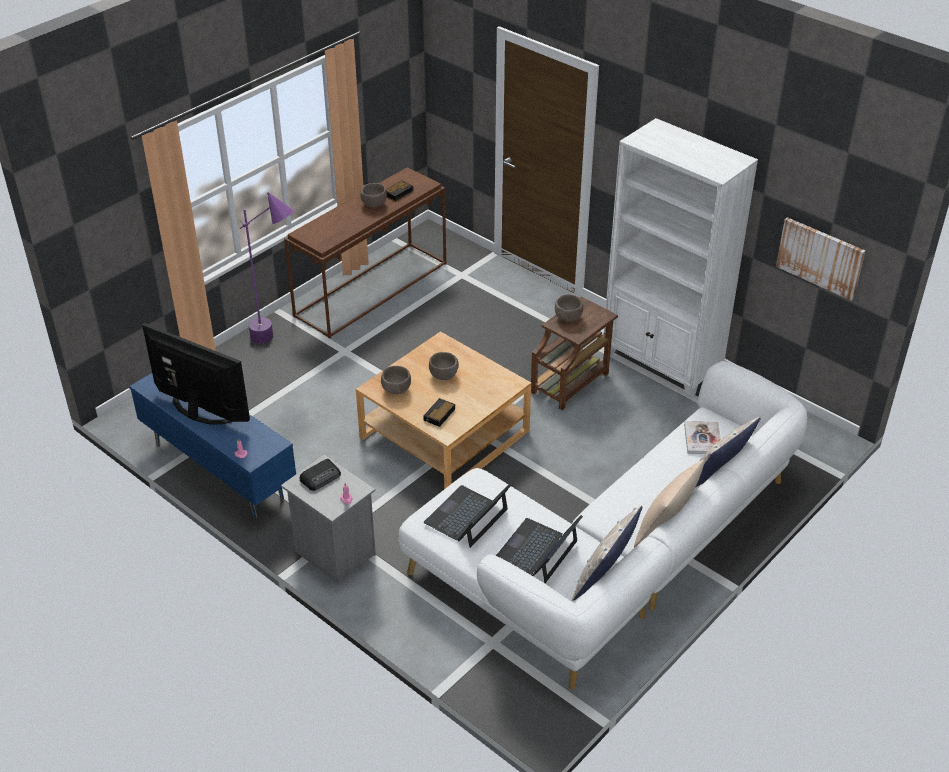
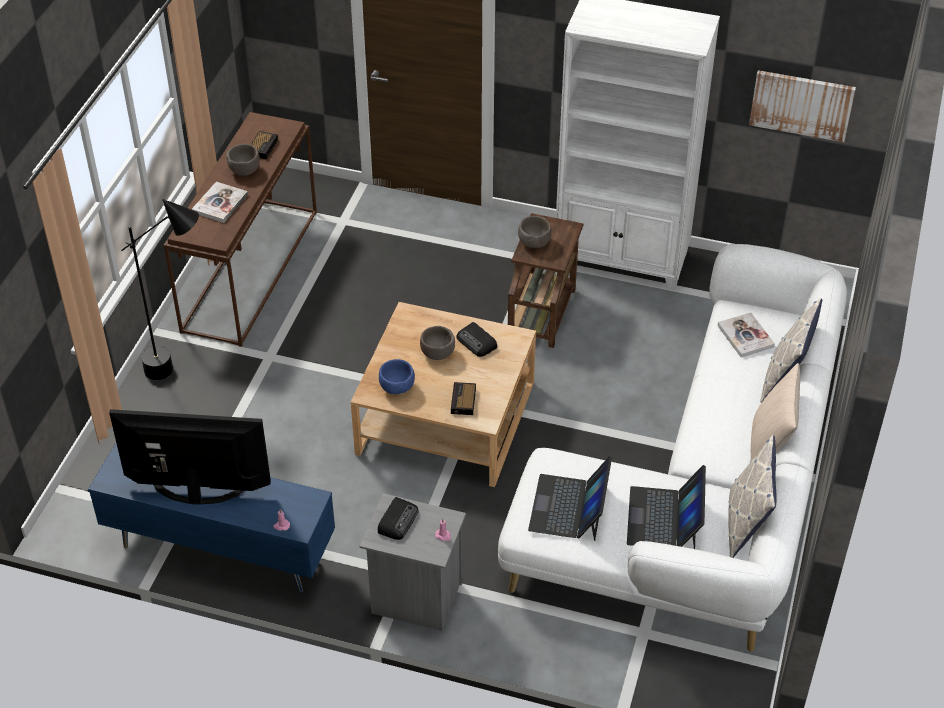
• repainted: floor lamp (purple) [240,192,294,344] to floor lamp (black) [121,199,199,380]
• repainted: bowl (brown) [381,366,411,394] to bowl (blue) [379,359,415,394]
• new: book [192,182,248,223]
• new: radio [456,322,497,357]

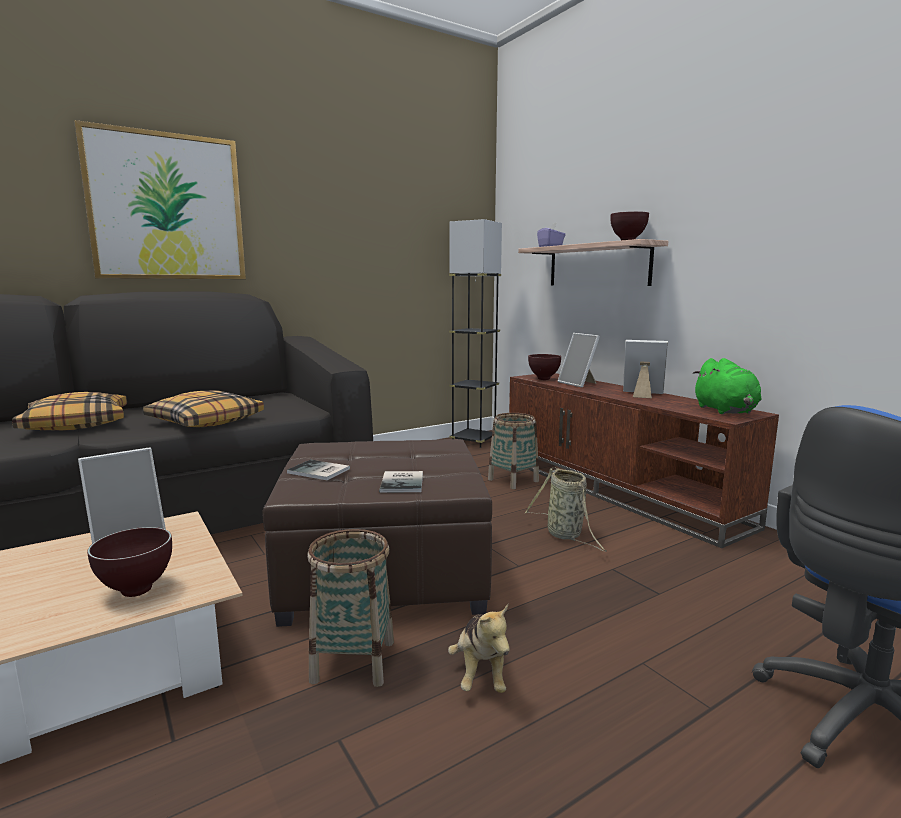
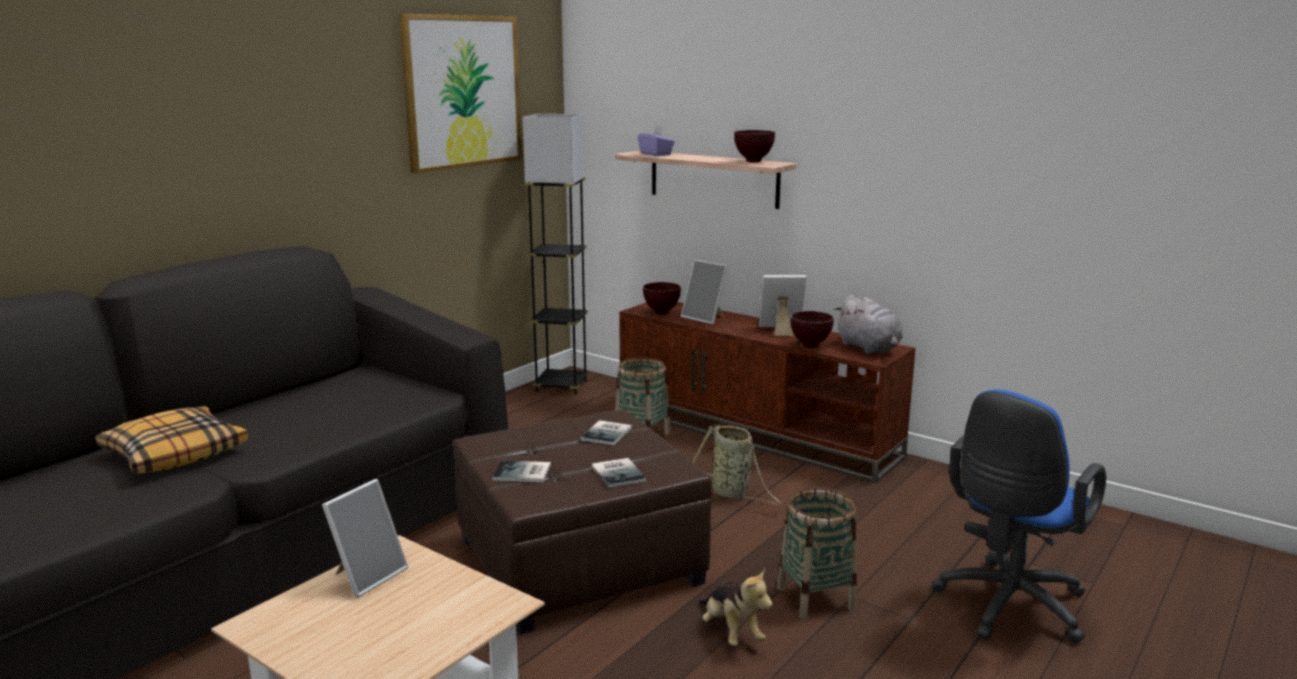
• shifted: picture [74,120,246,279] to [399,14,522,174]
• repainted: plush toy (green) [693,358,762,414] to plush toy (grey) [834,295,903,354]
• gone: pillow [143,390,264,428]
• shifted: bowl (brown) [87,527,172,597] to [790,311,834,348]
• shifted: basket [307,529,394,687] to [777,487,857,619]
• new: book [580,420,632,445]

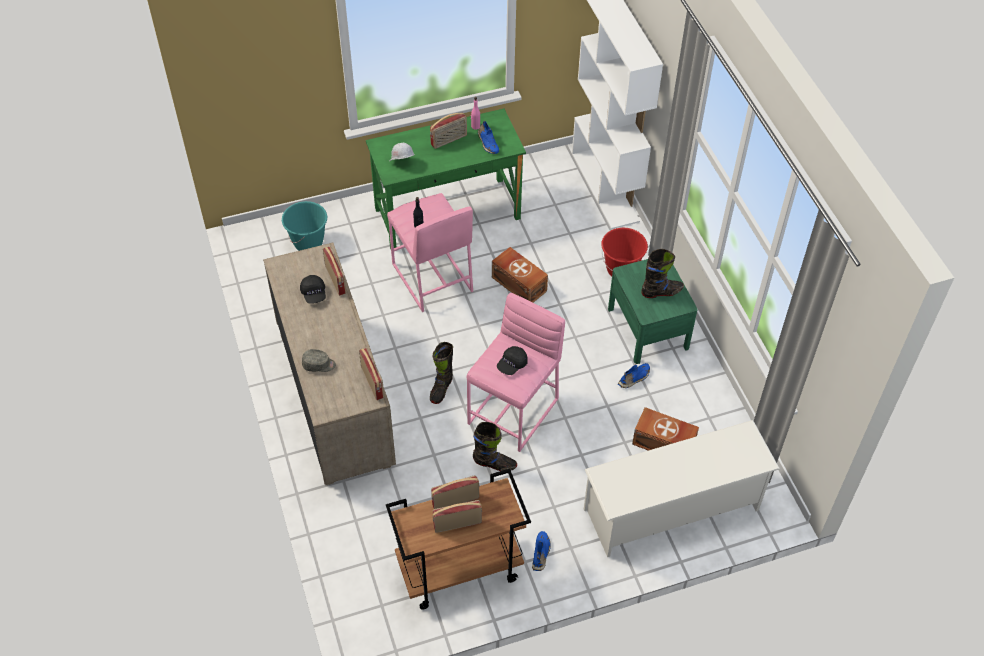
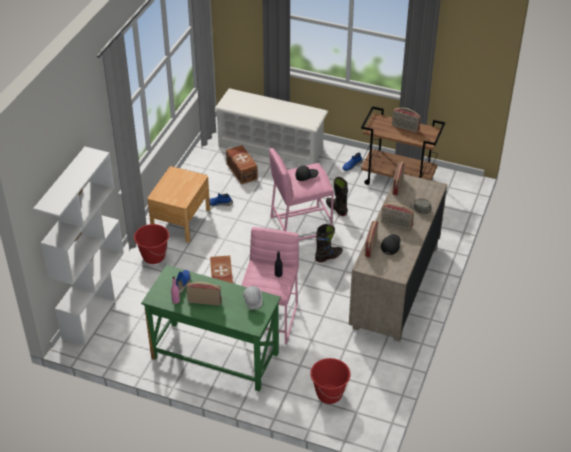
• repainted: bucket (turquoise) [282,201,327,251] to bucket (red) [310,358,351,404]
• gone: boot (black) [641,249,684,298]
• repainted: nightstand (green) [608,259,698,364] to nightstand (brown) [147,166,210,242]
• shifted: radio [431,475,480,509] to [381,203,414,230]

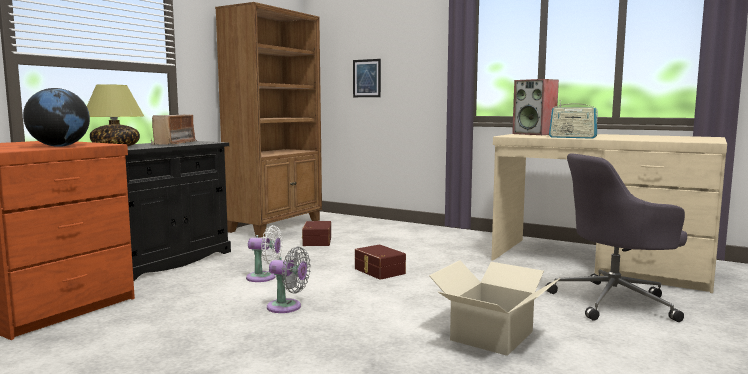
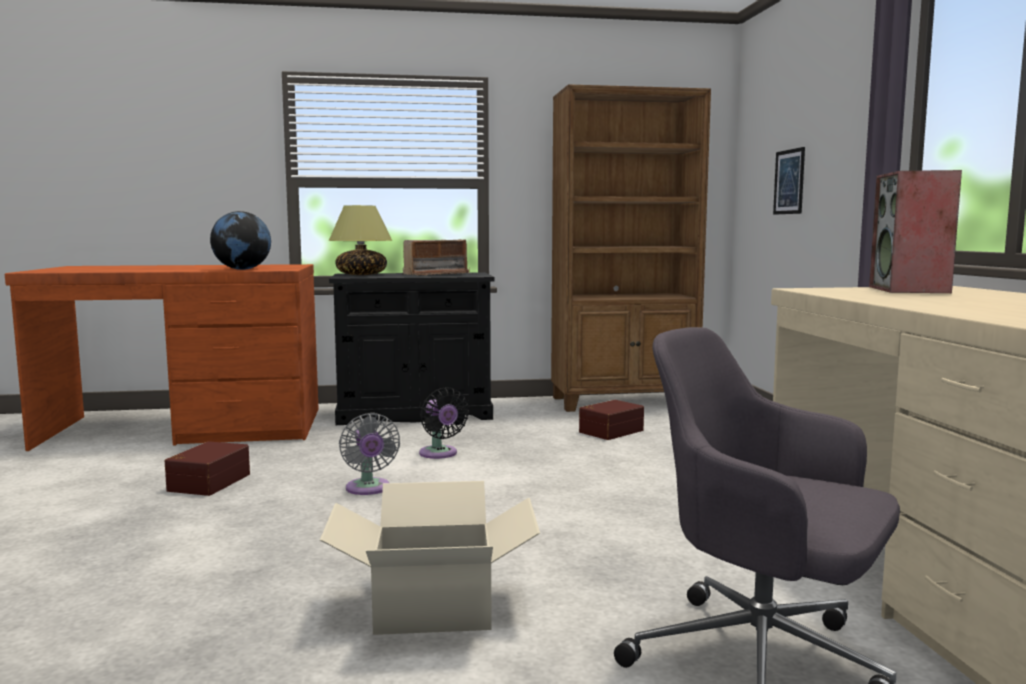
• gone: radio [549,100,598,139]
• repainted: fan (white) [246,225,283,282] to fan (black) [419,387,469,459]
• shifted: storage box (brown) [355,244,406,280] to [165,441,250,496]

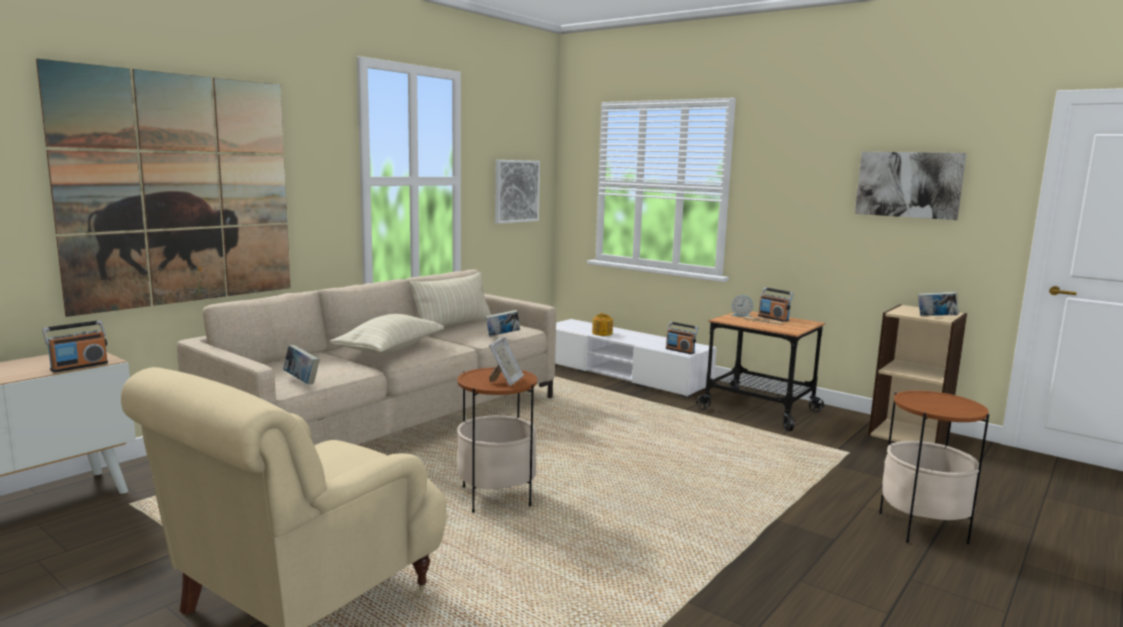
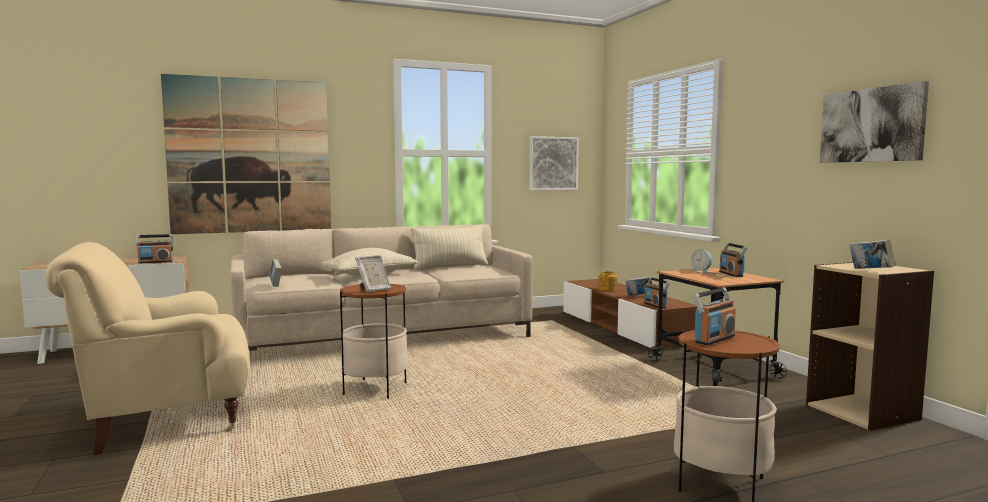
• shifted: book [485,310,520,336] to [625,276,652,296]
• repainted: tv stand (white) [555,319,717,398] to tv stand (brown) [563,279,697,350]
• new: radio [692,287,736,345]

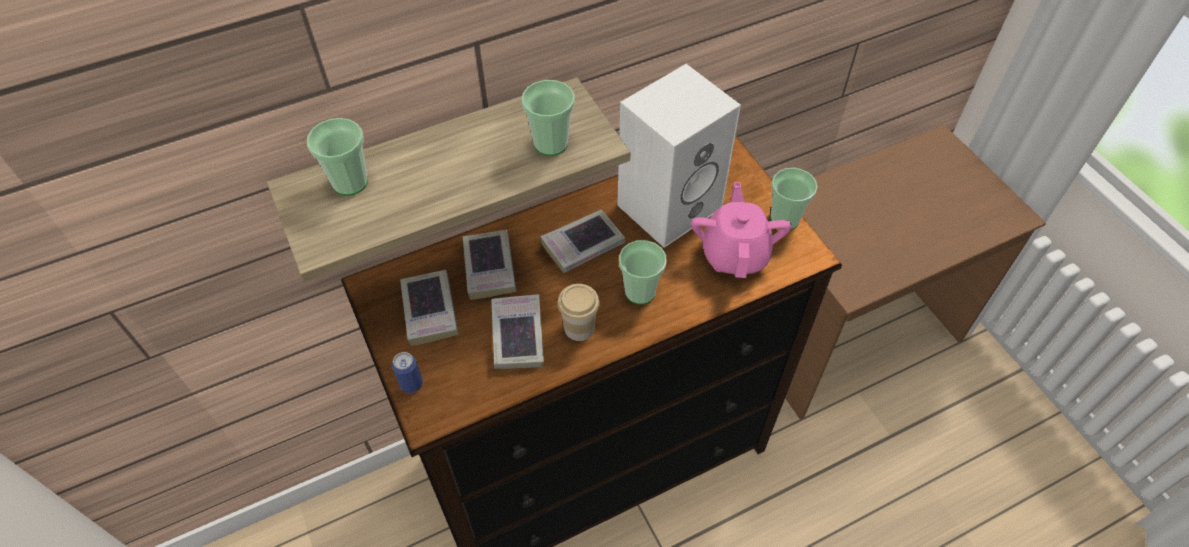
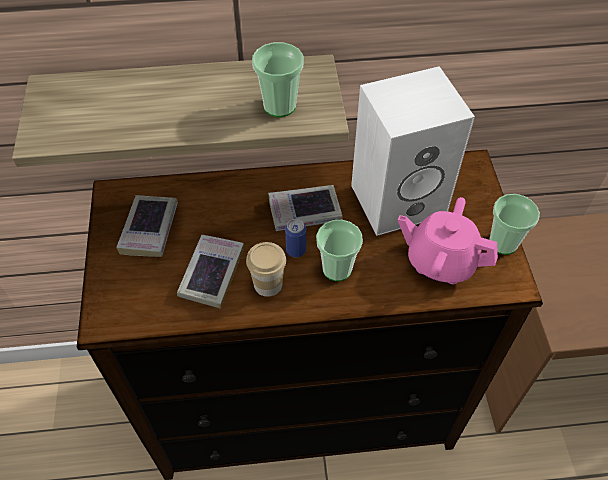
• gone: cup [307,118,368,196]
• rotated: teapot (pink) [691,182,792,278] = [398,197,498,284] 90 degrees counterclockwise
• gone: book [463,230,516,300]
• shifted: can [392,352,423,393] to [285,219,306,257]

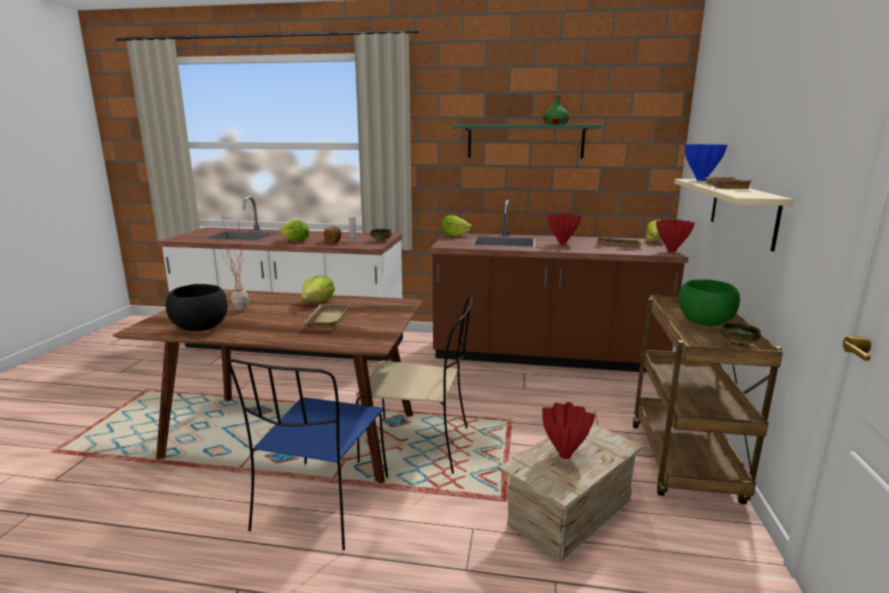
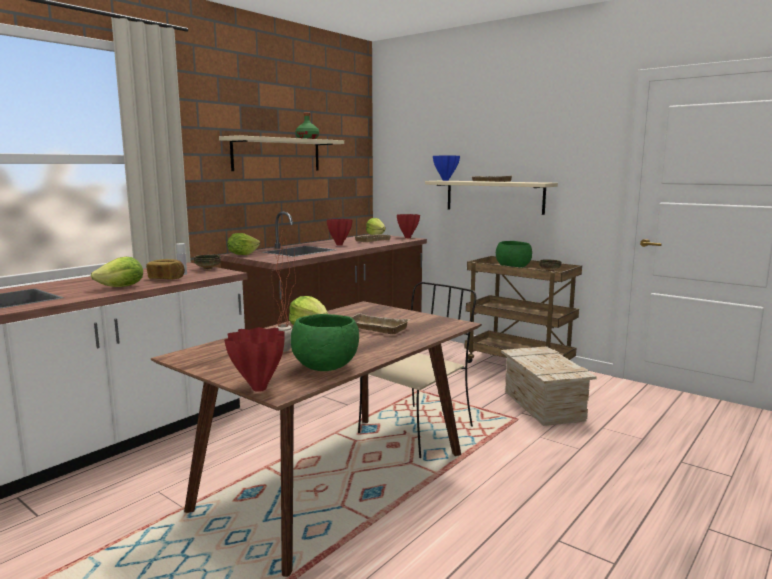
• repainted: shelf (green) [453,124,602,159] to shelf (beige) [219,135,344,171]
• repainted: bowl (black) [166,284,228,331] to bowl (green) [291,314,359,371]
• gone: chair (blue) [228,359,388,550]
• shifted: vase (red) [542,402,595,459] to [224,327,285,392]

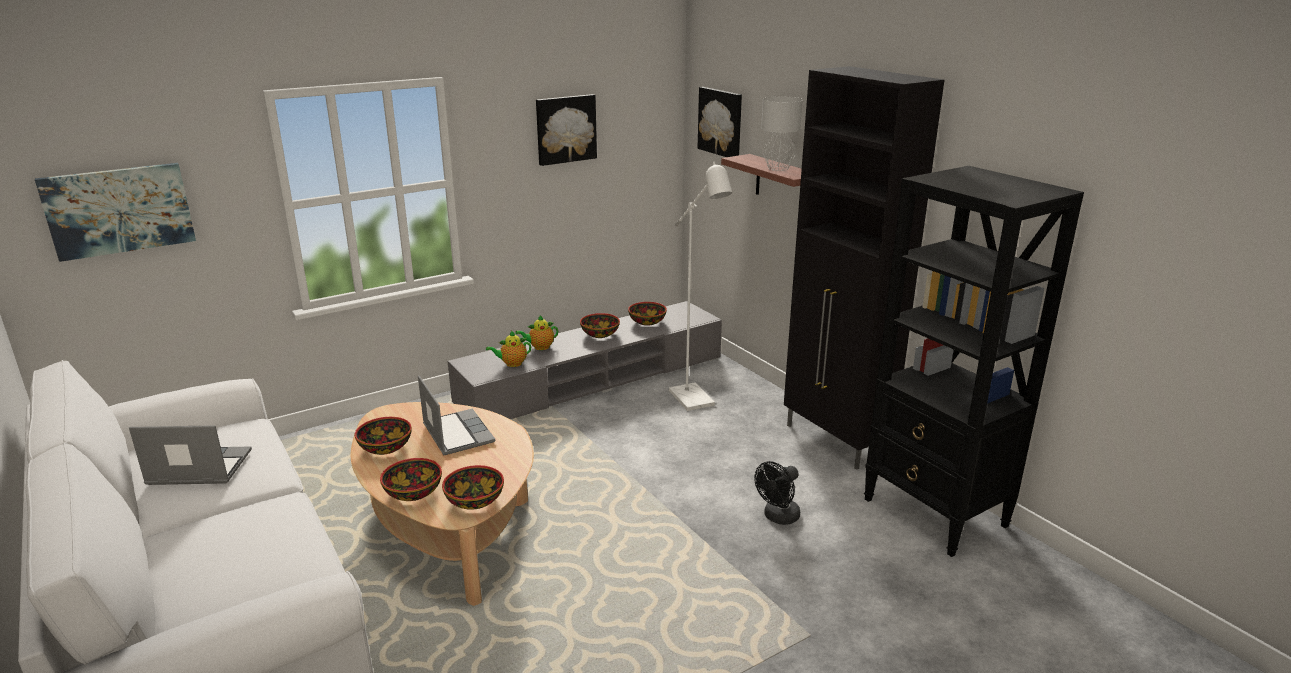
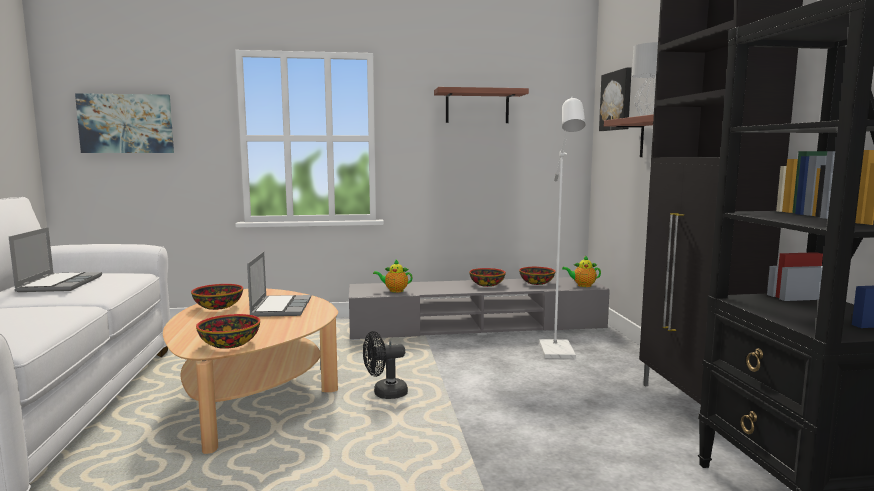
• swapped: picture [536,94,597,166] to shelf [434,87,529,123]
• shifted: teapot [515,315,558,350] to [562,255,601,287]
• rotated: laptop [129,425,252,485] = [9,227,102,292] 60 degrees clockwise
• gone: bowl [380,458,442,501]
• shifted: fan (black) [754,461,800,525] to [363,331,408,399]

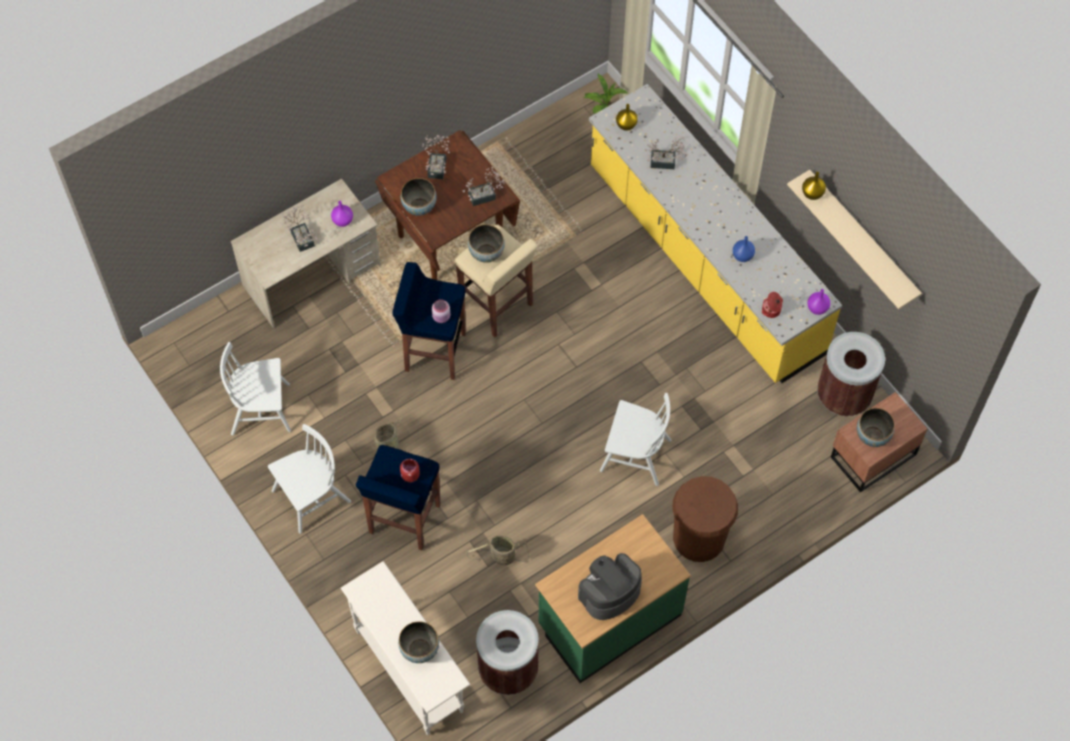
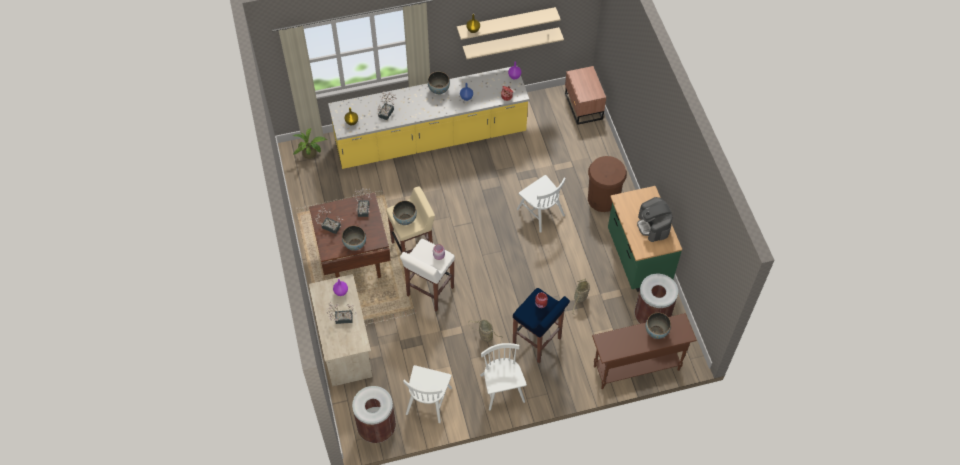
• repainted: stool (blue) [392,262,466,380] to stool (white) [400,239,455,312]
• shifted: trash can (brown) [817,332,885,416] to [352,386,396,443]
• rotated: chair (white) [600,393,671,486] = [517,175,565,233] 105 degrees clockwise
• shifted: bowl [857,408,895,447] to [428,72,450,95]
• repainted: console table (white) [341,561,471,735] to console table (brown) [592,313,697,389]
• new: shelf (beige) [463,27,564,59]

